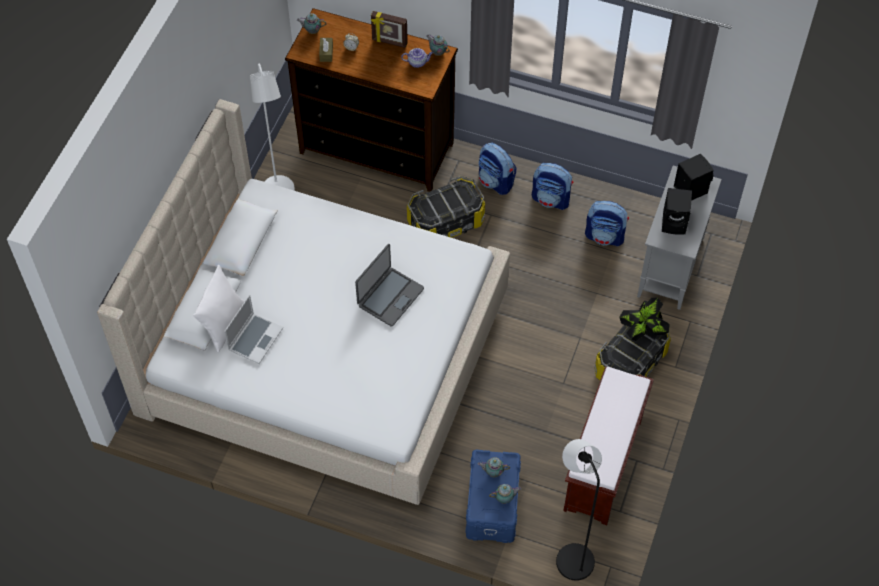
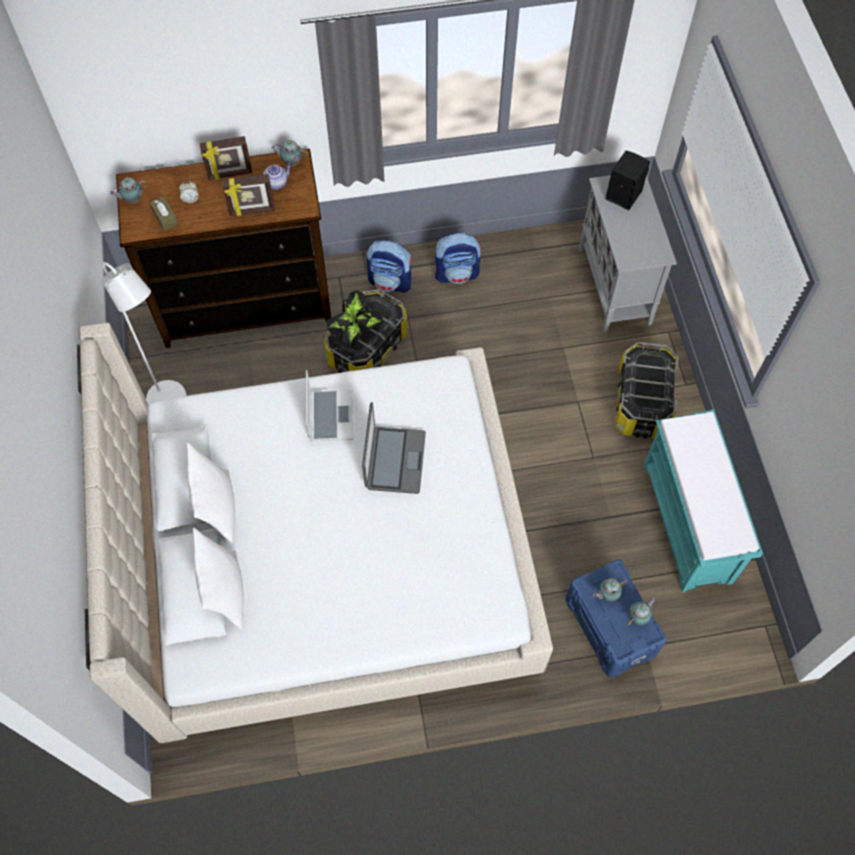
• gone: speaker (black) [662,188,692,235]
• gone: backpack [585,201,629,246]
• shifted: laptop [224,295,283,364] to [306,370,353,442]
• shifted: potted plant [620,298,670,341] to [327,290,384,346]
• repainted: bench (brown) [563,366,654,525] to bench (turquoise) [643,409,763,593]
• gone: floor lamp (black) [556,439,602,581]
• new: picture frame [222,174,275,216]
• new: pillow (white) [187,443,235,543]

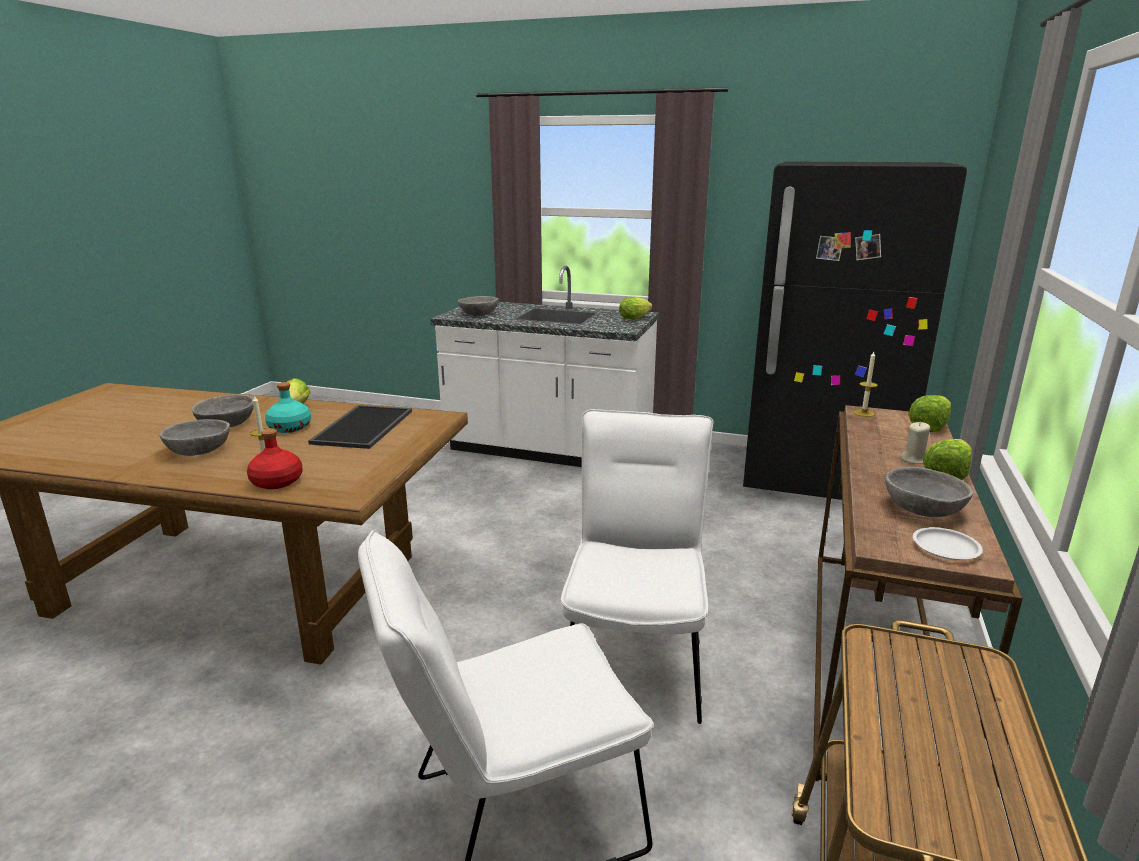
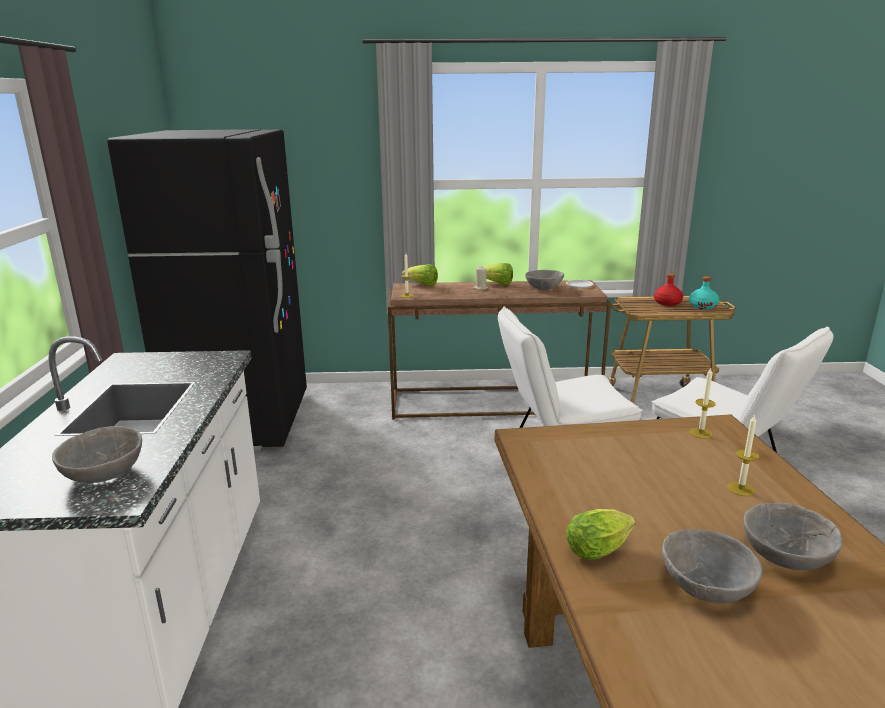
• gone: lettuce [619,297,652,319]
• shifted: bottle (turquoise) [265,382,311,433] to [689,276,719,309]
• gone: tray [308,405,412,449]
• shifted: bottle (red) [247,428,303,489] to [654,273,683,306]
• new: candle [689,368,716,439]

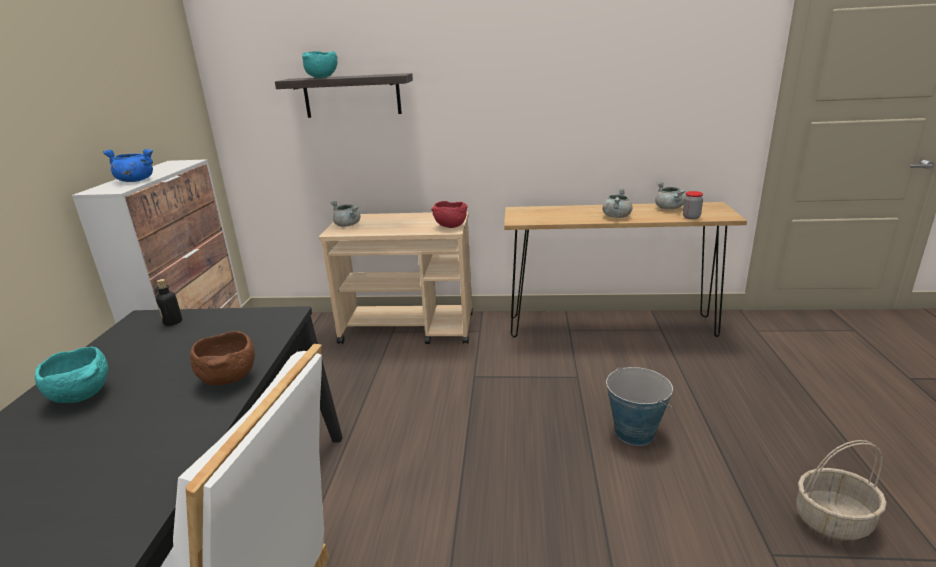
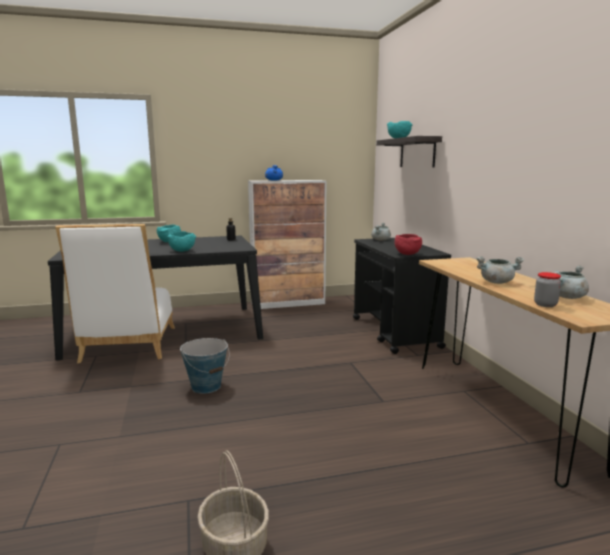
• repainted: cart (beige) [319,212,473,344] to cart (black) [353,238,451,354]
• repainted: bowl (brown) [190,331,255,386] to bowl (turquoise) [167,231,196,252]
• shifted: bucket [606,367,673,446] to [180,338,230,394]

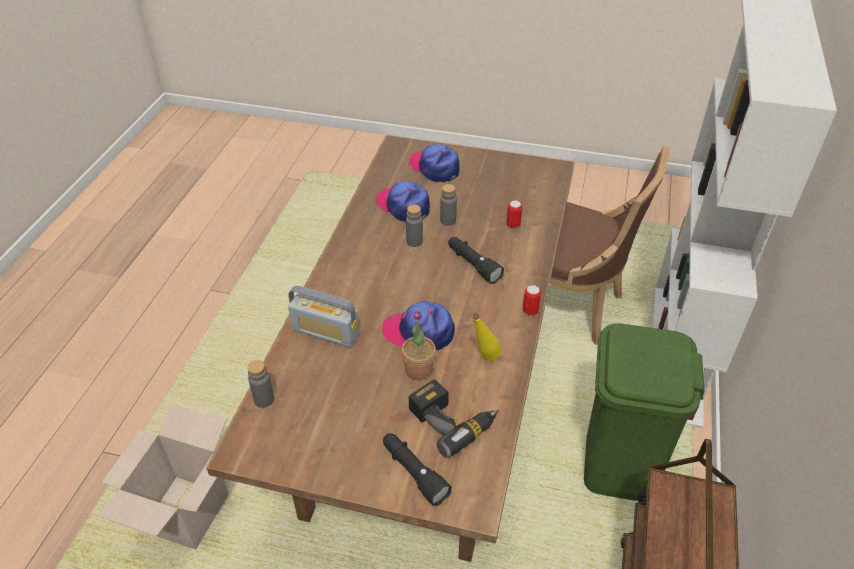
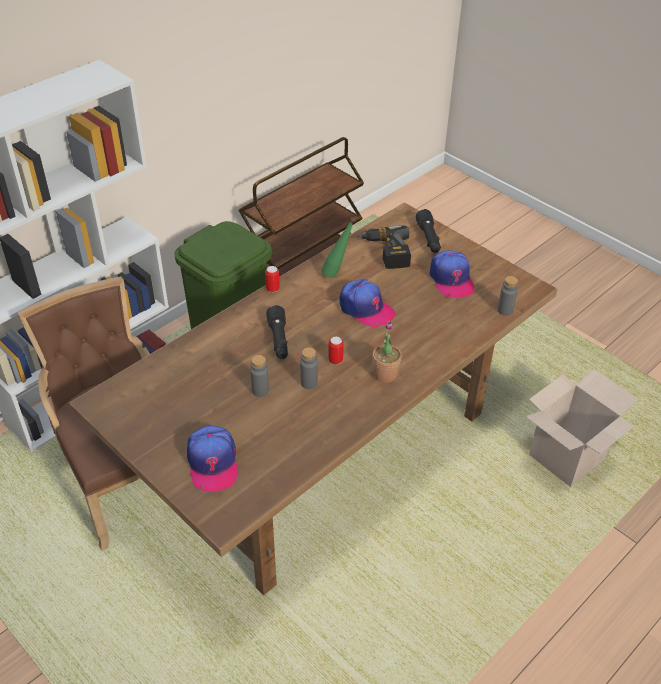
• shifted: cap [376,181,430,222] to [429,250,474,298]
• shifted: can [506,201,522,228] to [328,337,344,364]
• gone: radio [288,285,359,348]
• shifted: potted plant [402,310,436,380] to [372,321,402,383]
• repainted: bottle (yellow) [472,313,501,361] to bottle (green) [321,218,355,278]

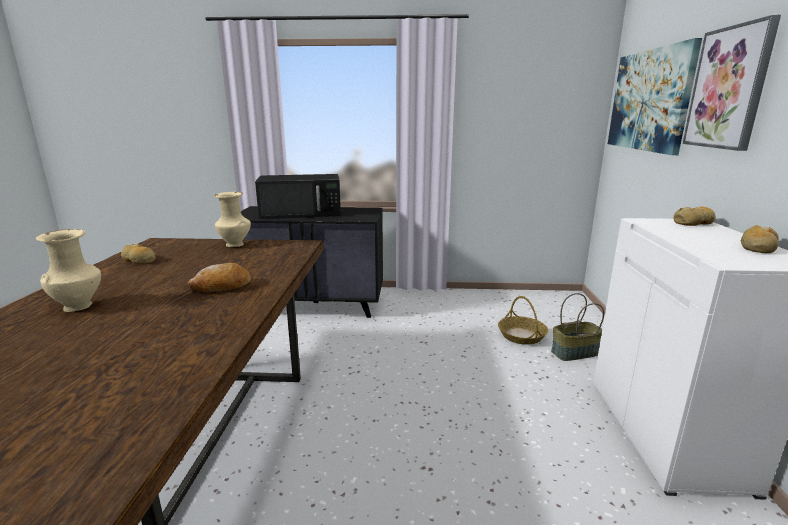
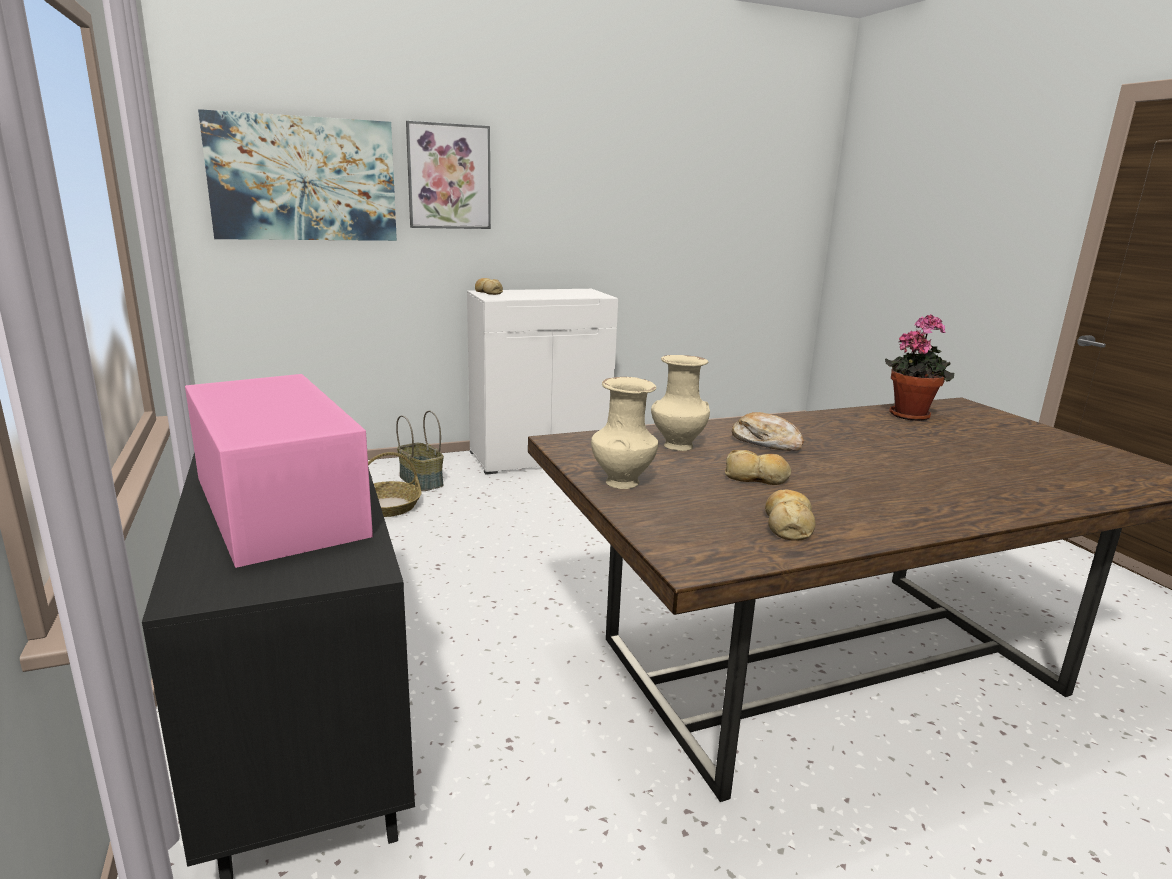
• repainted: microwave (black) [255,174,341,219] to microwave (pink) [185,374,373,568]
• shifted: bread [741,225,779,253] to [725,450,791,485]
• shifted: vase (beige) [36,229,101,312] to [651,355,710,451]
• new: potted plant [885,314,954,421]

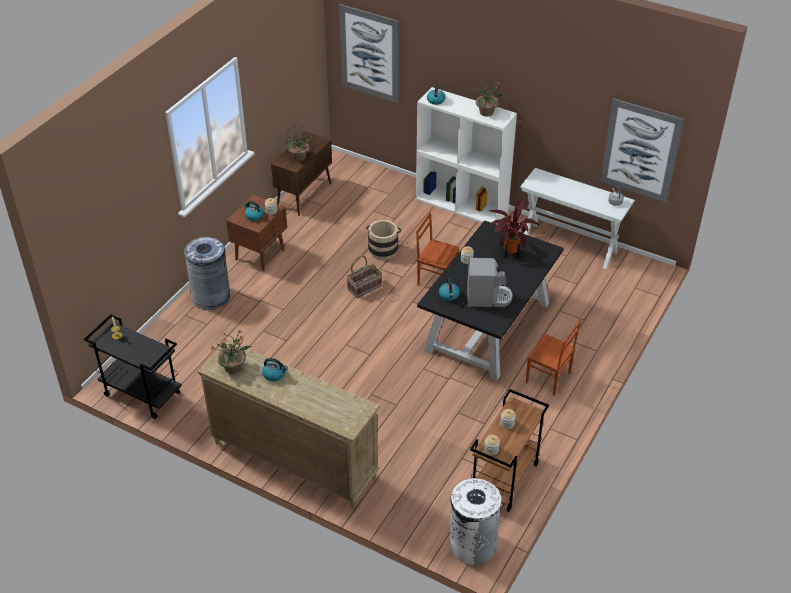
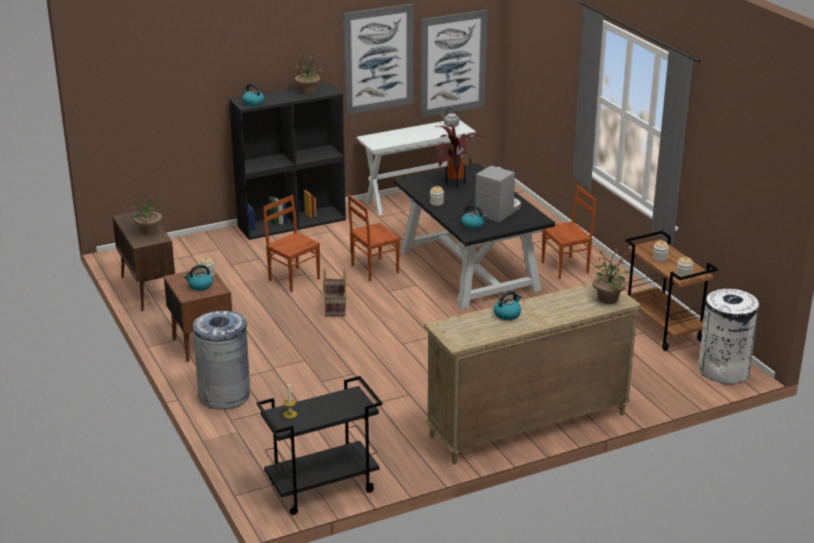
• shifted: picture [339,4,399,103] to [343,4,413,115]
• repainted: bookcase (white) [416,87,517,224] to bookcase (black) [229,83,346,240]
• swapped: bucket (beige) [366,220,401,260] to chair (brown) [263,195,320,292]
• shifted: potted plant [210,329,252,374] to [593,247,631,304]

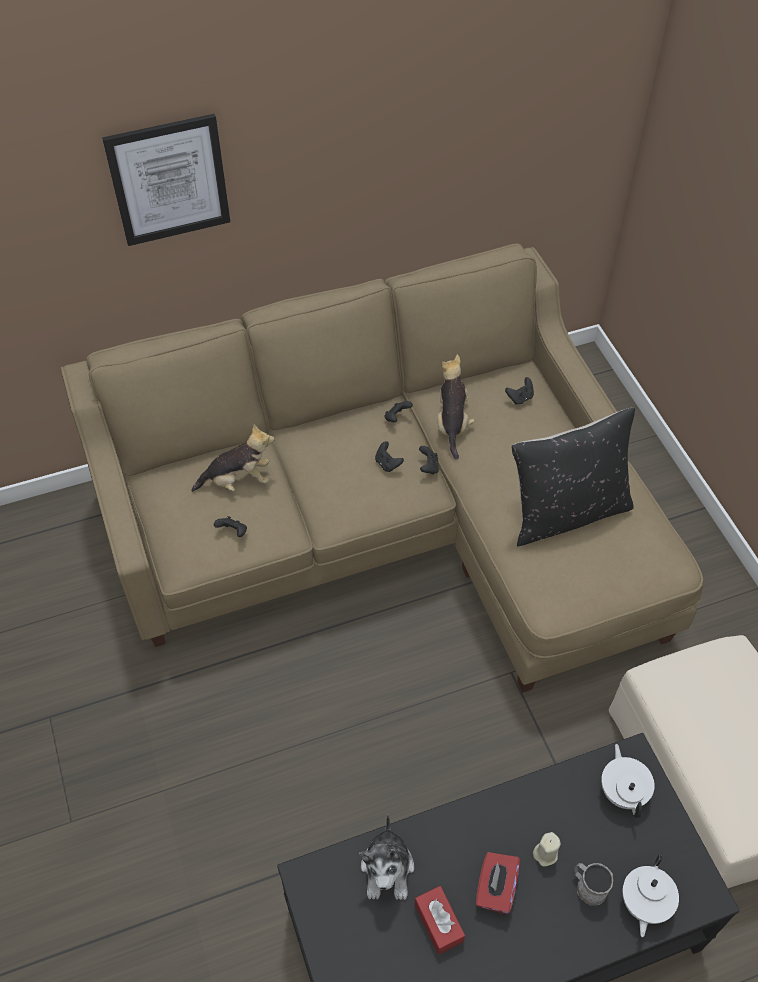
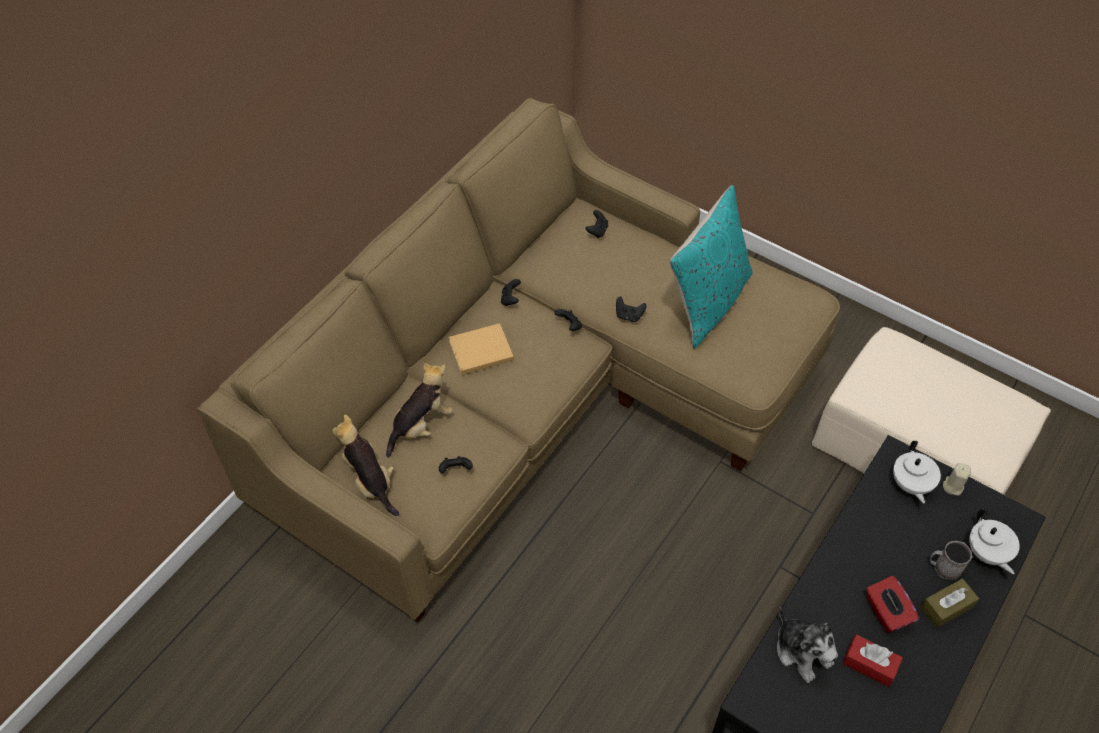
• gone: picture [102,114,230,246]
• shifted: plush toy [437,354,475,460] to [332,414,399,516]
• repainted: pillow (black) [511,407,635,546] to pillow (turquoise) [670,185,752,349]
• shifted: game controller (black) [375,441,404,472] to [616,296,646,322]
• rotated: teapot (white) [601,744,655,818] = [893,441,941,504] 135 degrees counterclockwise
• shifted: candle (beige) [533,832,561,867] to [943,463,971,496]
• new: book (beige) [449,323,514,375]
• new: tissue box (brown) [920,579,979,628]

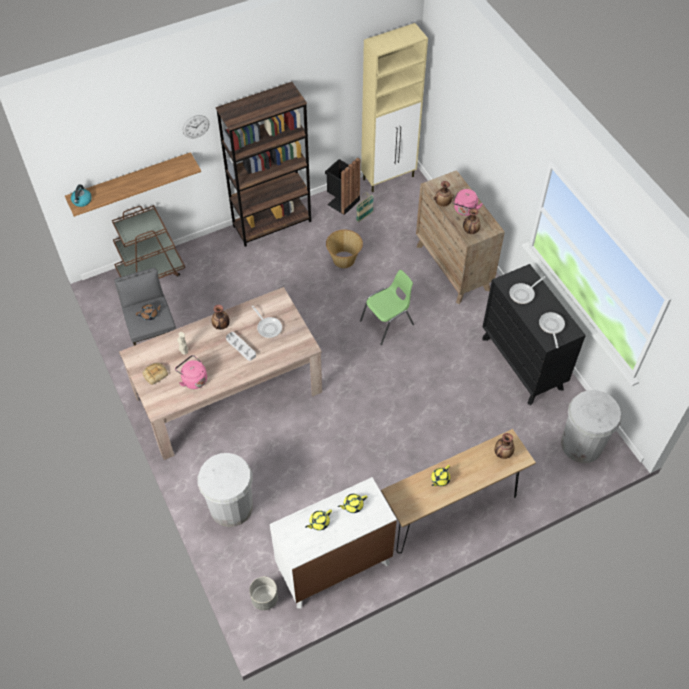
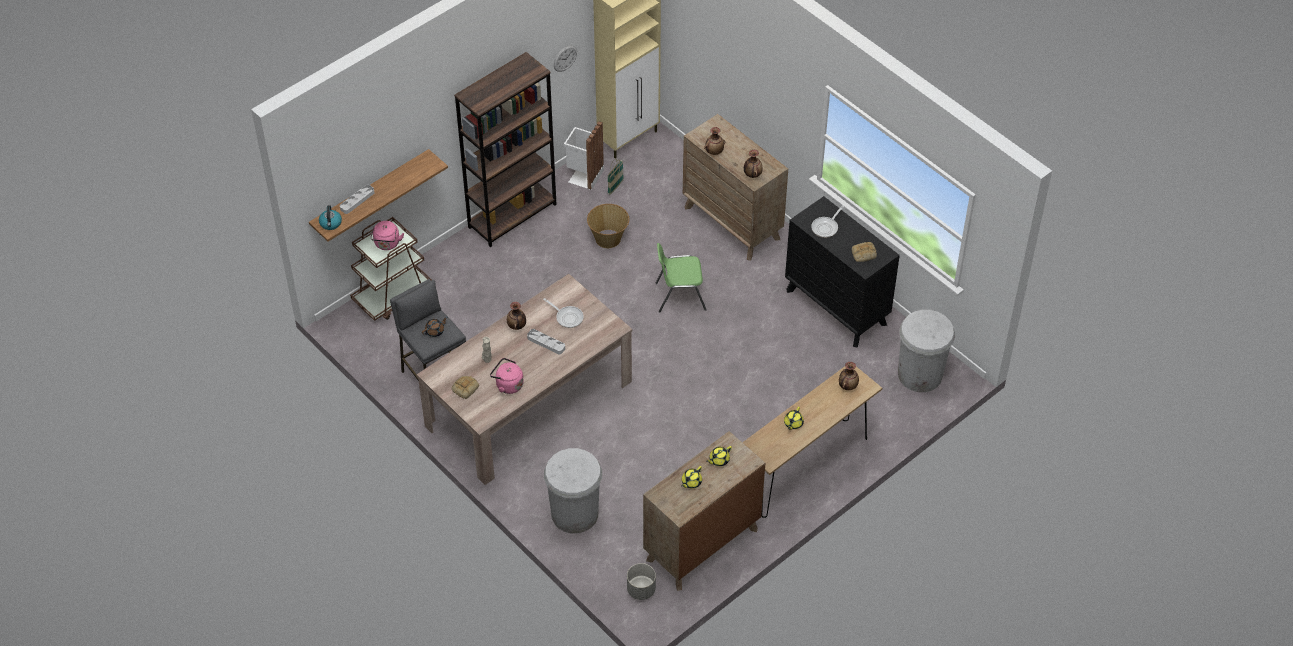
• shifted: wall clock [183,115,209,139] to [554,45,577,72]
• repainted: trash can (black) [325,157,360,215] to trash can (white) [564,121,604,190]
• shifted: kettle (pink) [453,189,483,216] to [370,221,404,250]
• rotated: chair (green) [360,270,414,345] = [655,243,707,312] 135 degrees counterclockwise
• swapped: frying pan [539,312,565,348] to bread [852,242,877,262]
• repainted: dresser (white) [270,477,397,609] to dresser (brown) [643,431,765,591]
• new: tray (grey) [340,185,374,214]

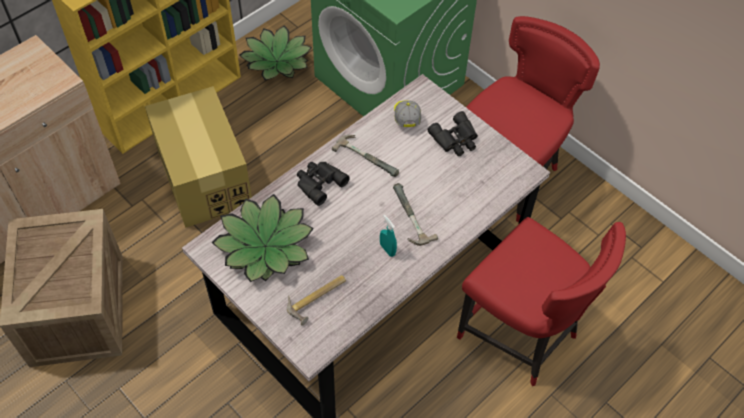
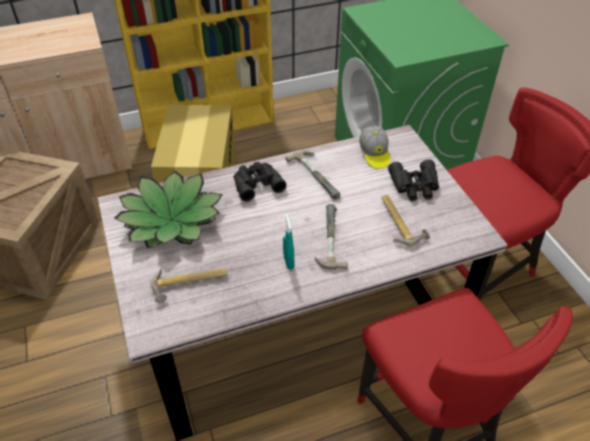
• gone: potted plant [239,25,312,80]
• rotated: cap [394,100,421,127] = [359,126,390,169] 150 degrees clockwise
• new: hammer [381,195,430,246]

